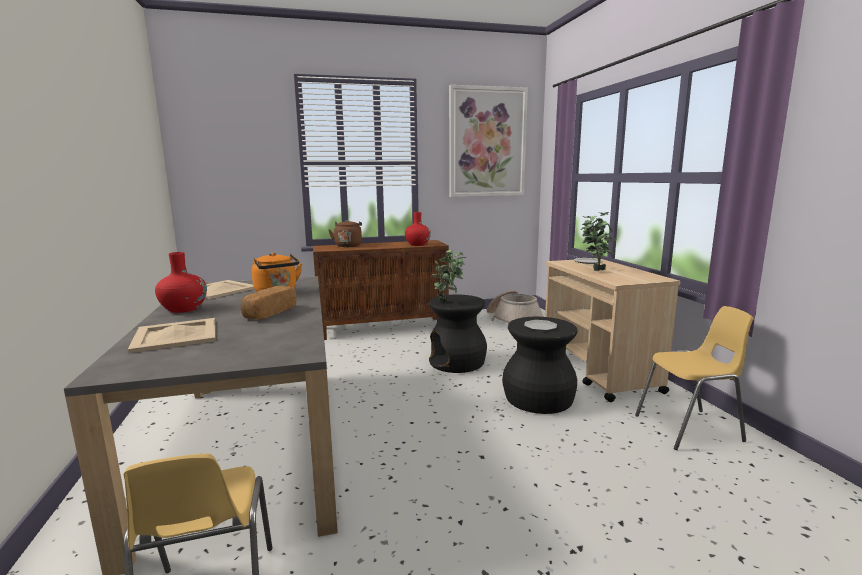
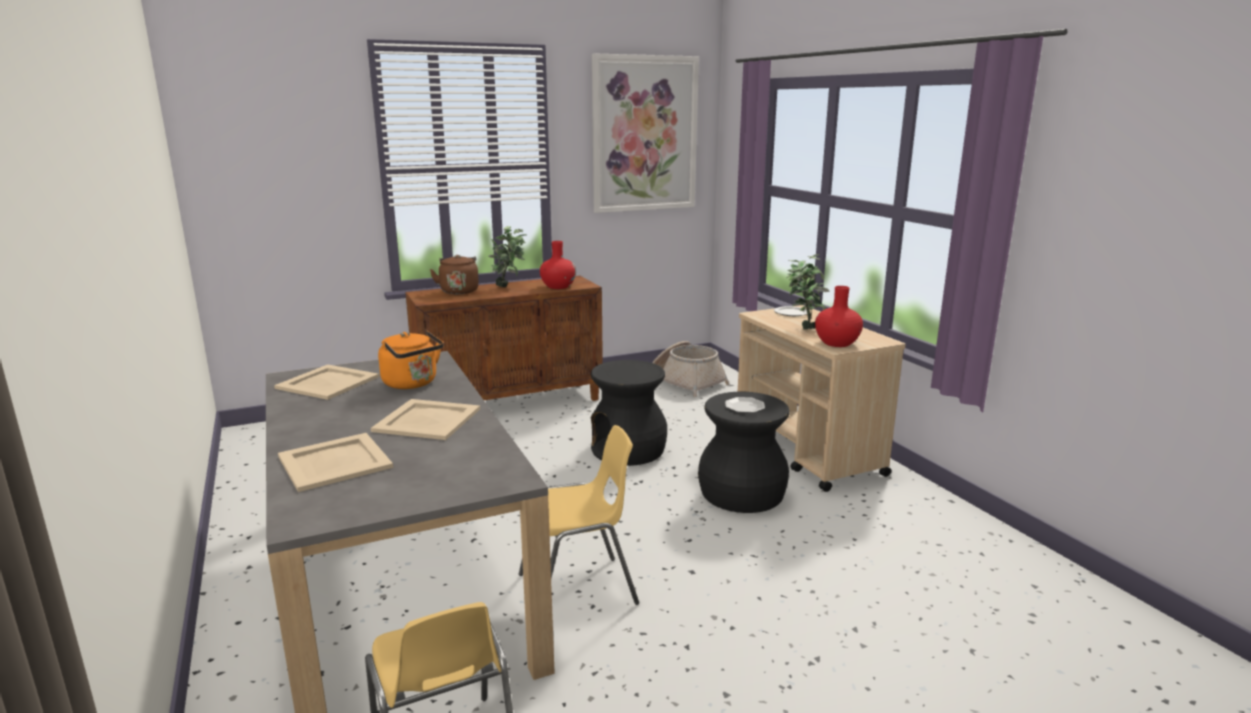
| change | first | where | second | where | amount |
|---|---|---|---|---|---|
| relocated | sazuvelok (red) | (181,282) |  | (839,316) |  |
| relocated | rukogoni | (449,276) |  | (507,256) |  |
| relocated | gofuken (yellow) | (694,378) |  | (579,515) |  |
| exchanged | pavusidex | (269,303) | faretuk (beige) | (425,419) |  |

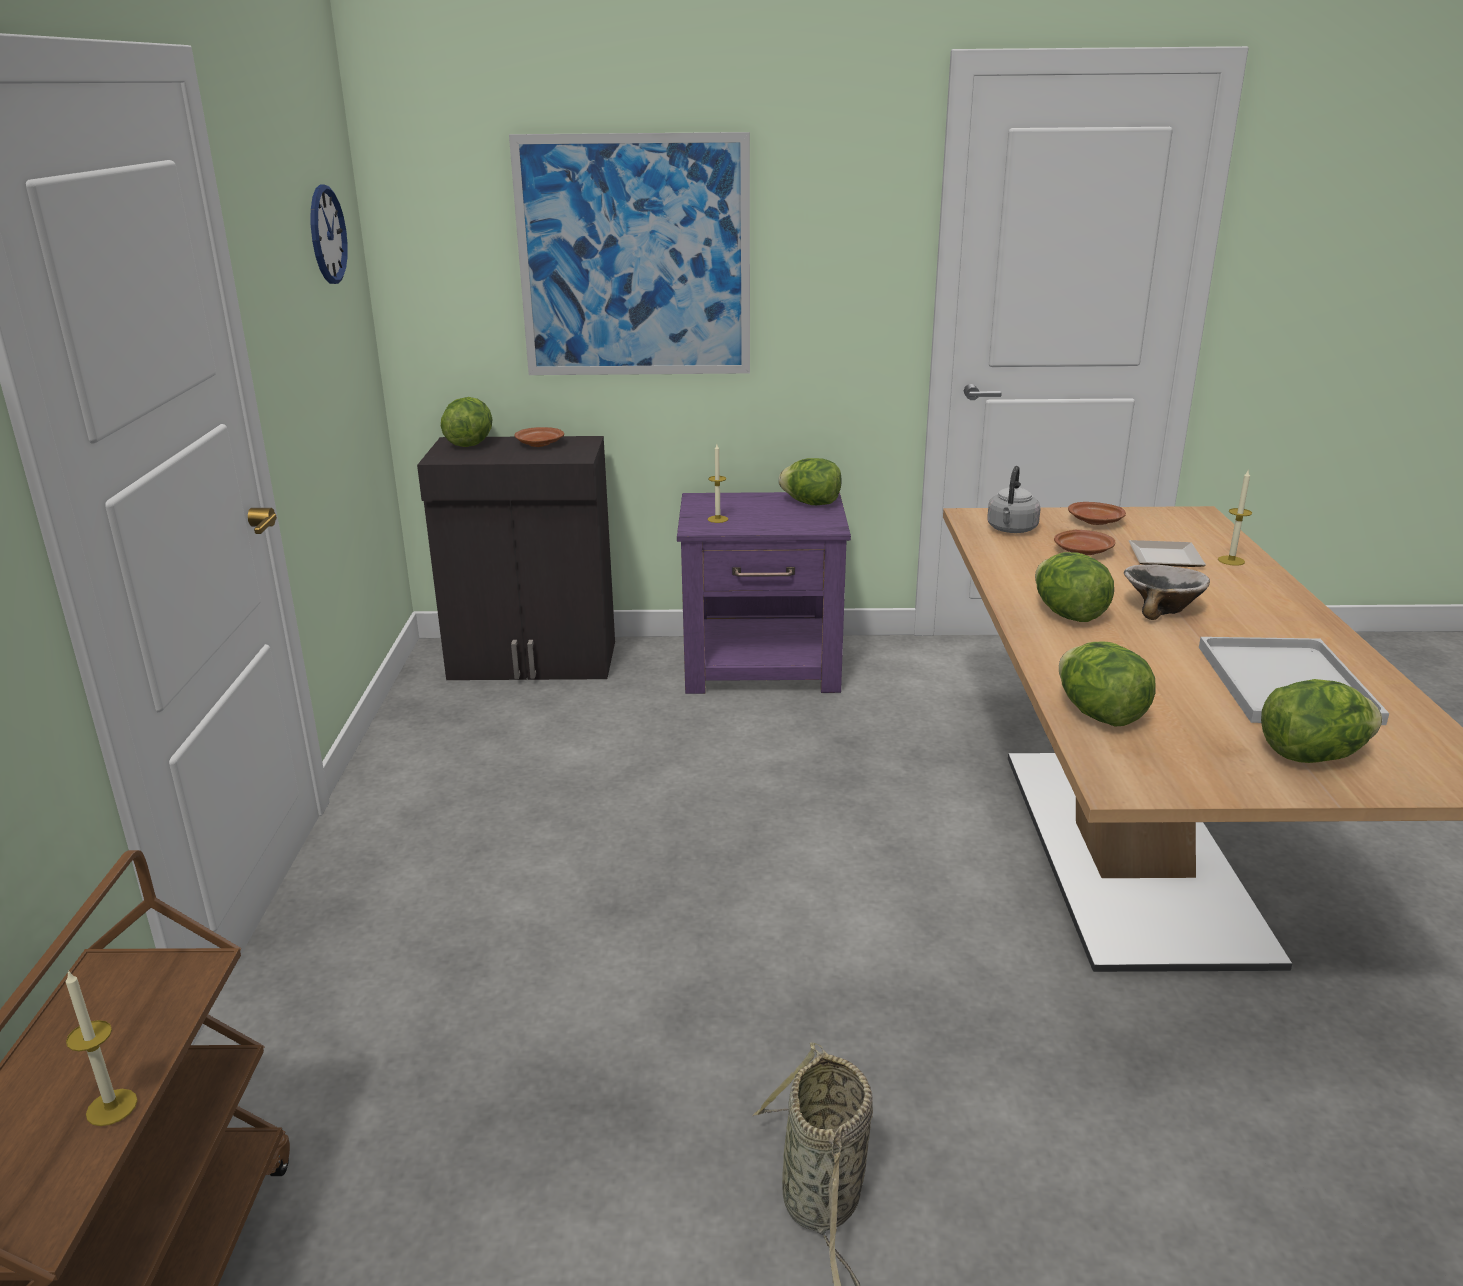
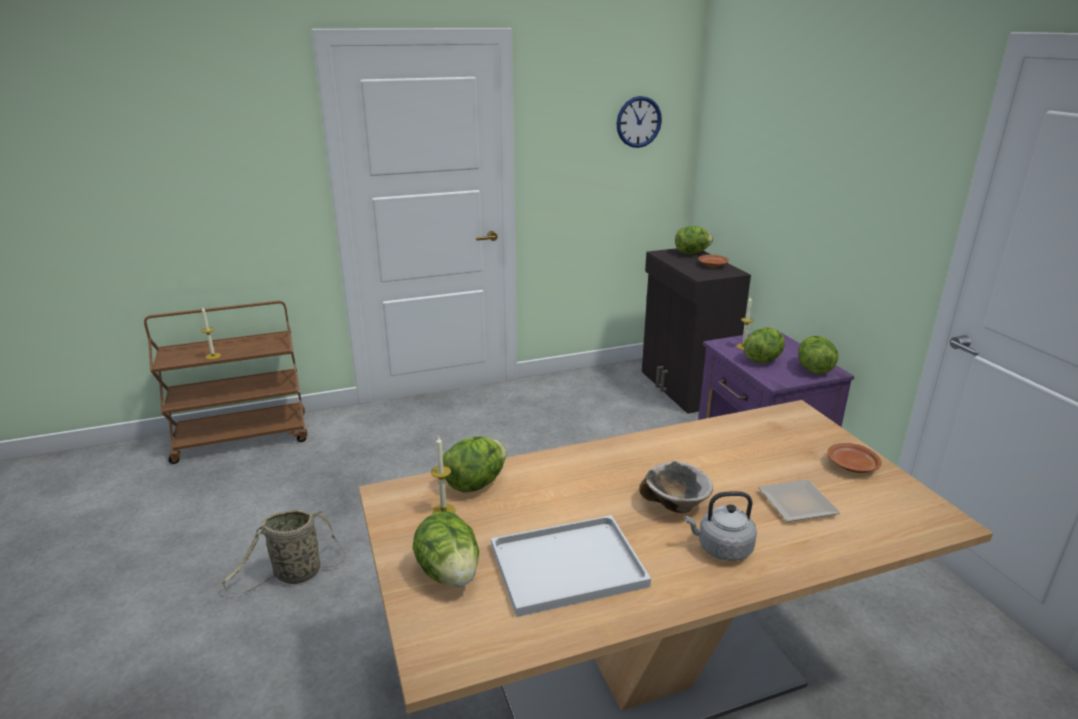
| change | first | where | second | where | amount |
|---|---|---|---|---|---|
| missing | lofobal | (629,253) |  |  |  |
| missing | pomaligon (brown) | (1084,542) |  |  |  |
| relocated | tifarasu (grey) | (1014,499) |  | (721,526) |  |
| relocated | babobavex | (1074,587) |  | (764,345) |  |
| relocated | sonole | (1235,518) |  | (443,475) |  |

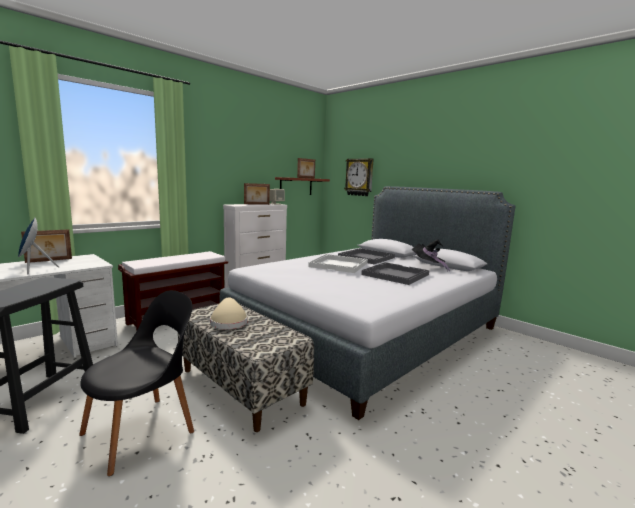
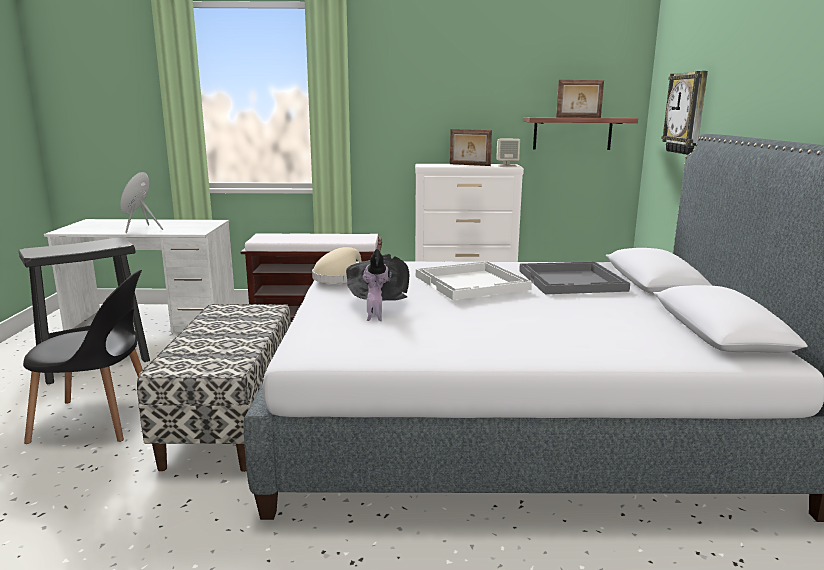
| change | first | where | second | where | amount |
|---|---|---|---|---|---|
| missing | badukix | (46,246) |  |  |  |
| missing | faretuk (grey) | (395,273) |  |  |  |
| relocated | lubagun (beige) | (229,313) |  | (337,265) |  |
| relocated | lubagun (black) | (431,255) |  | (377,285) |  |

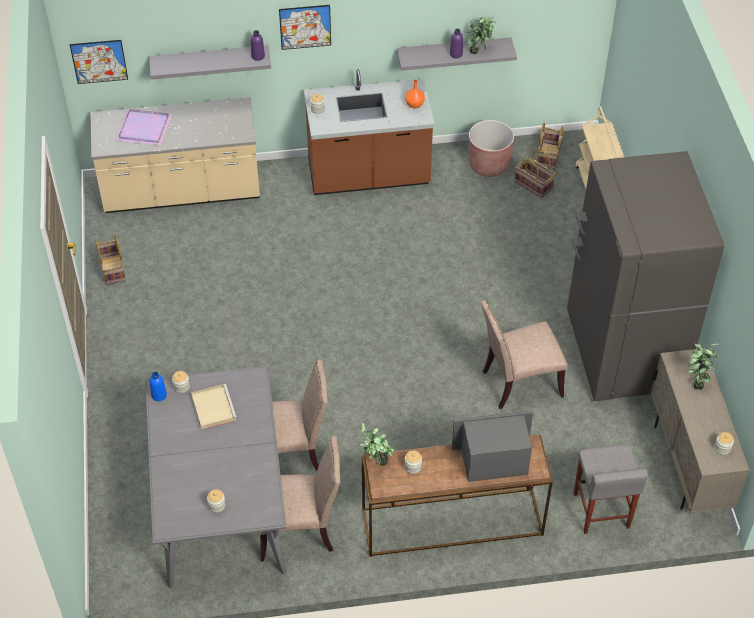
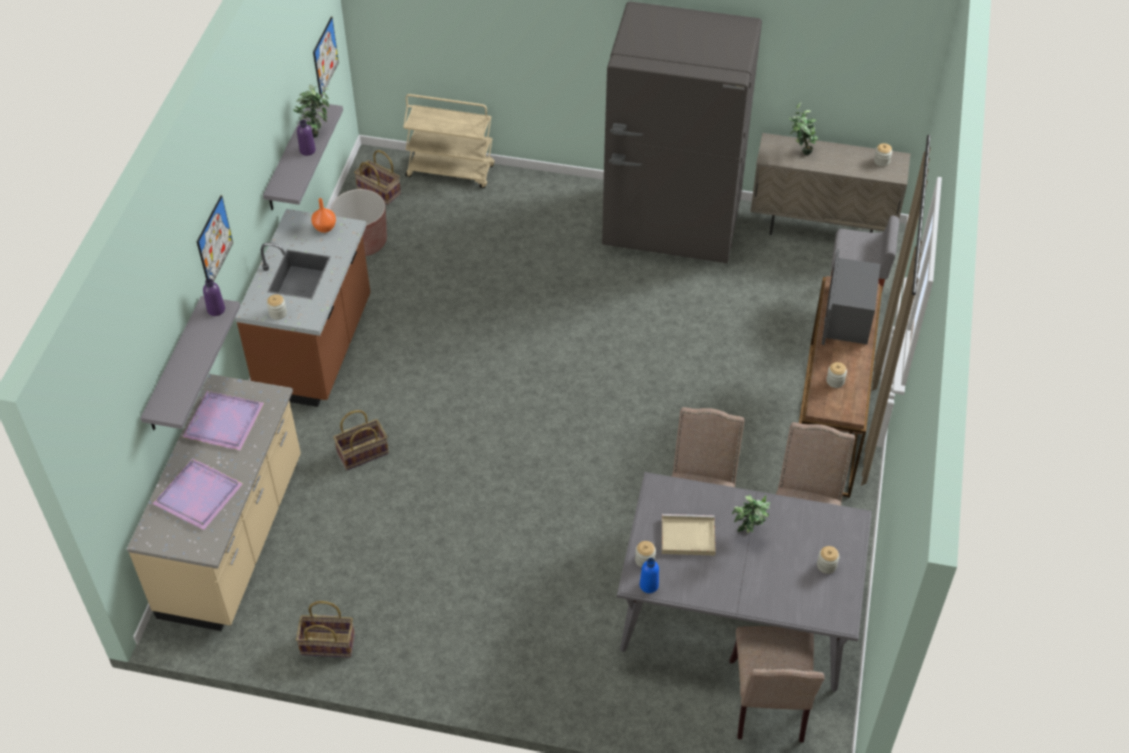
| change | first | where | second | where | amount |
|---|---|---|---|---|---|
| appeared |  |  | faretuk (purple) | (223,421) |  |
| relocated | lofobal | (99,62) |  | (326,57) |  |
| relocated | rukogoni | (377,444) |  | (751,514) |  |
| relocated | gofuken (beige) | (524,354) |  | (776,684) |  |
| relocated | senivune | (534,173) |  | (361,440) |  |

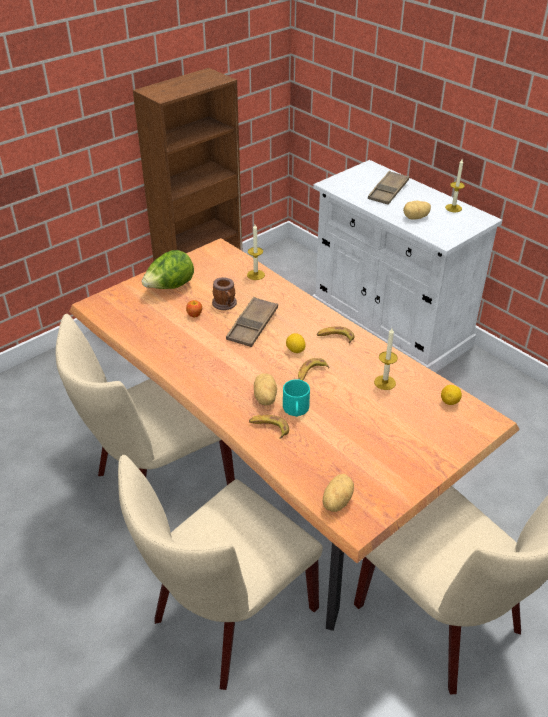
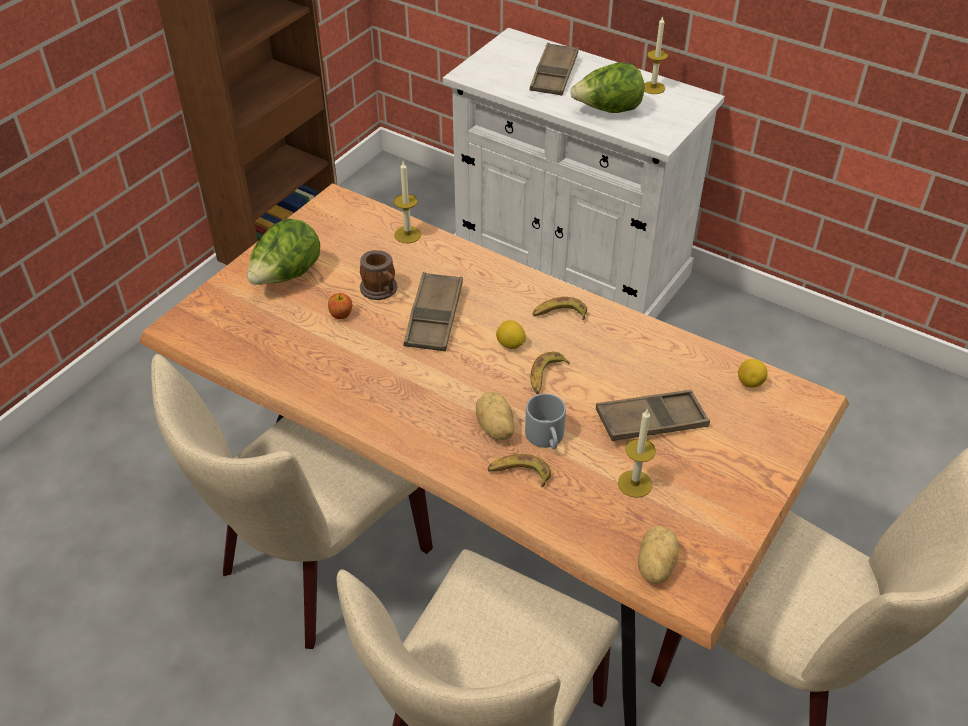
| change | first | where | second | where | amount |
|---|---|---|---|---|---|
| appeared |  |  | faretuk (brown) | (653,415) |  |
| relocated | sonole | (386,359) |  | (637,454) |  |
| exchanged | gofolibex | (417,210) | babobavex | (607,87) |  |
| colour | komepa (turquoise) | (296,398) | komepa (grey) | (545,421) |  |

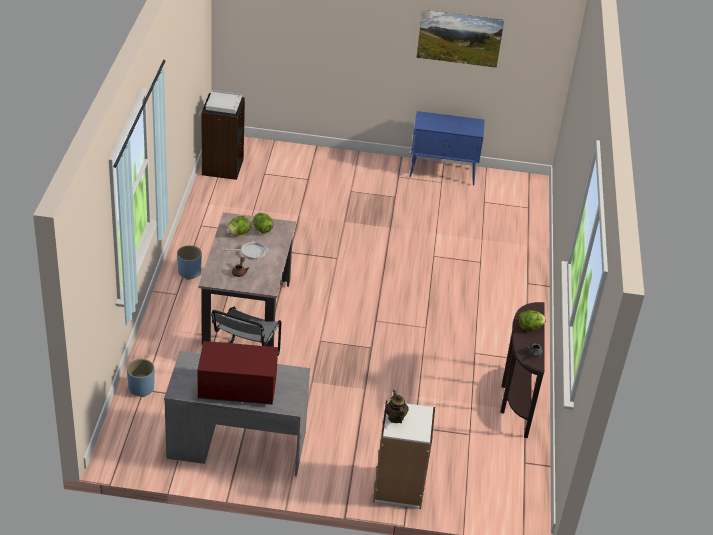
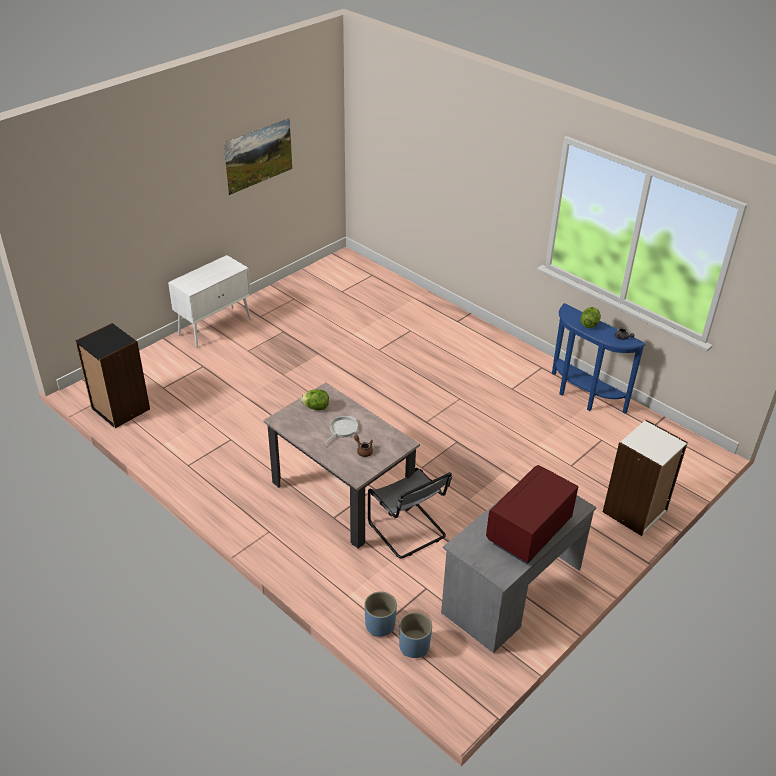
| change | first | where | second | where | amount |
|---|---|---|---|---|---|
| missing | faretuk (white) | (224,102) |  |  |  |
| missing | babobavex | (238,226) |  |  |  |
| missing | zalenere | (397,406) |  |  |  |
| missing | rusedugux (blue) | (447,148) |  |  |  |
| appeared |  |  | rusedugux (white) | (209,301) |  |
| relocated | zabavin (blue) | (189,262) |  | (415,635) |  |
| colour | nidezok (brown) | (522,370) | nidezok (blue) | (599,358) |  |

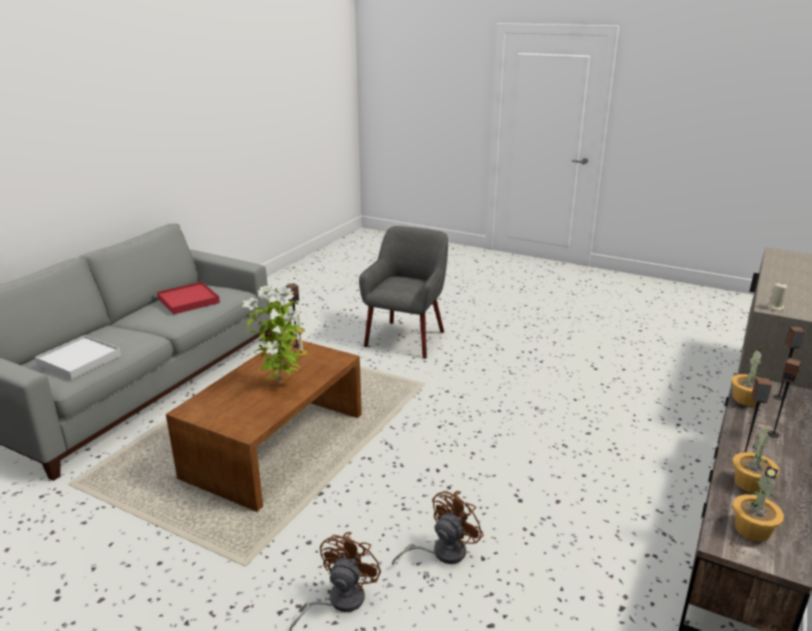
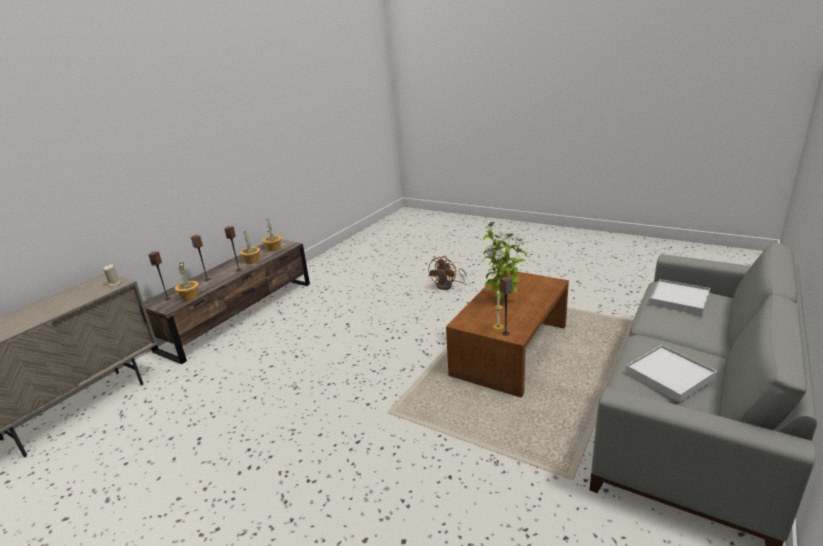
| change | first | where | second | where | amount |
|---|---|---|---|---|---|
| missing | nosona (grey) | (403,292) |  |  |  |
| missing | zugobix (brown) | (438,528) |  |  |  |
| colour | faretuk (red) | (188,298) | faretuk (white) | (671,373) |  |

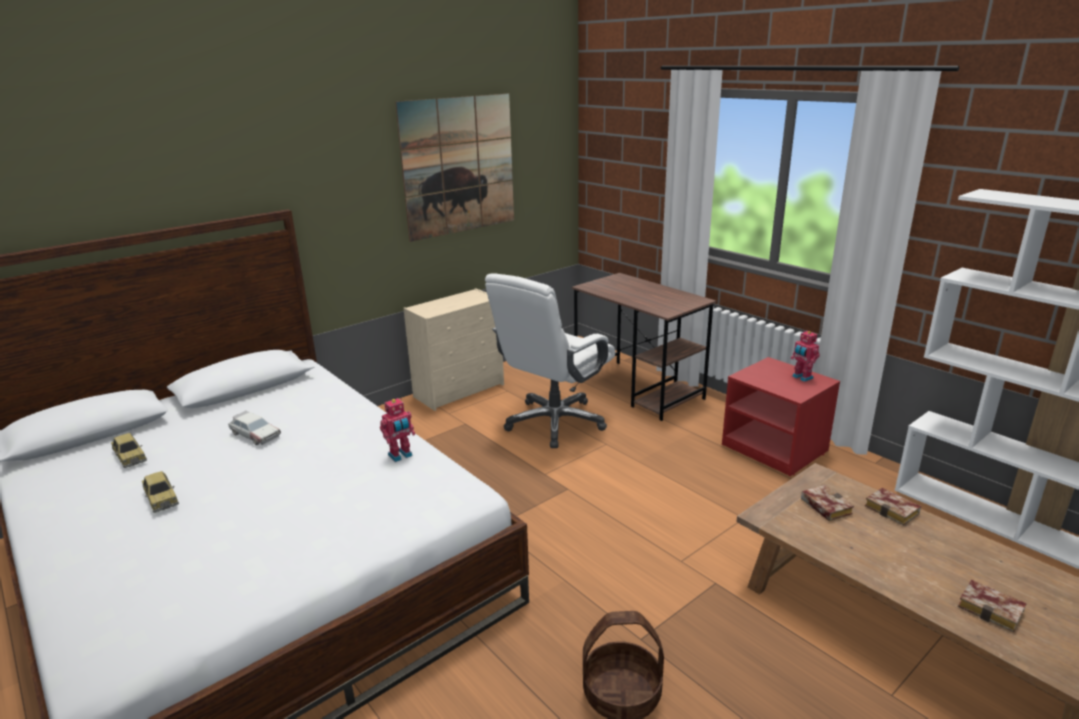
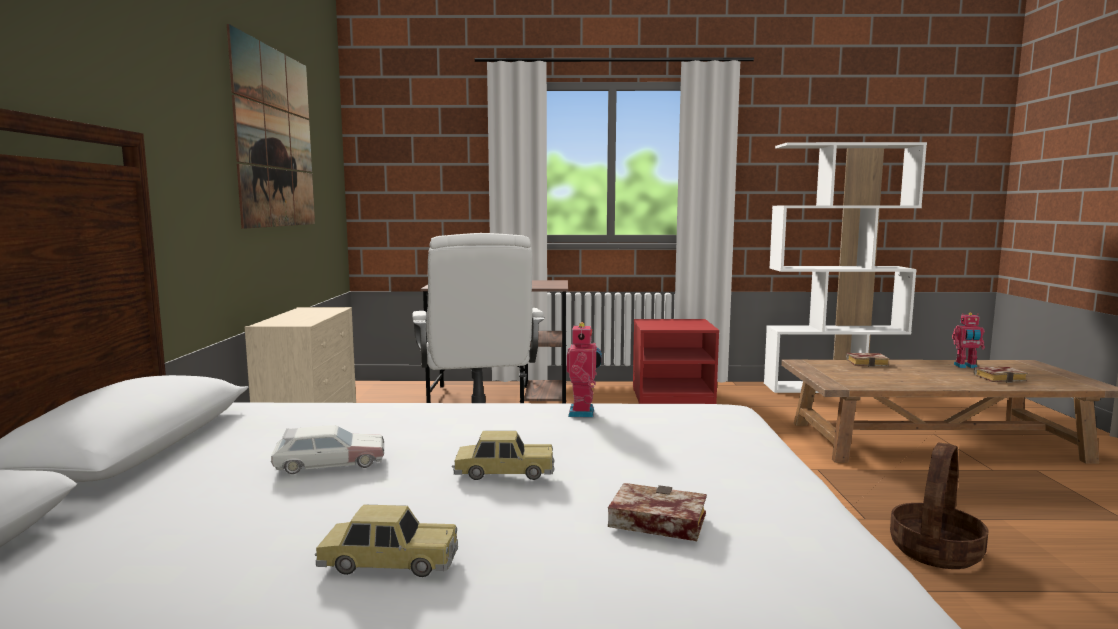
| change | first | where | second | where | amount |
|---|---|---|---|---|---|
| relocated | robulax | (129,450) |  | (503,455) |  |
| relocated | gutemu | (805,356) |  | (968,340) |  |
| relocated | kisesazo | (827,503) |  | (657,512) |  |

